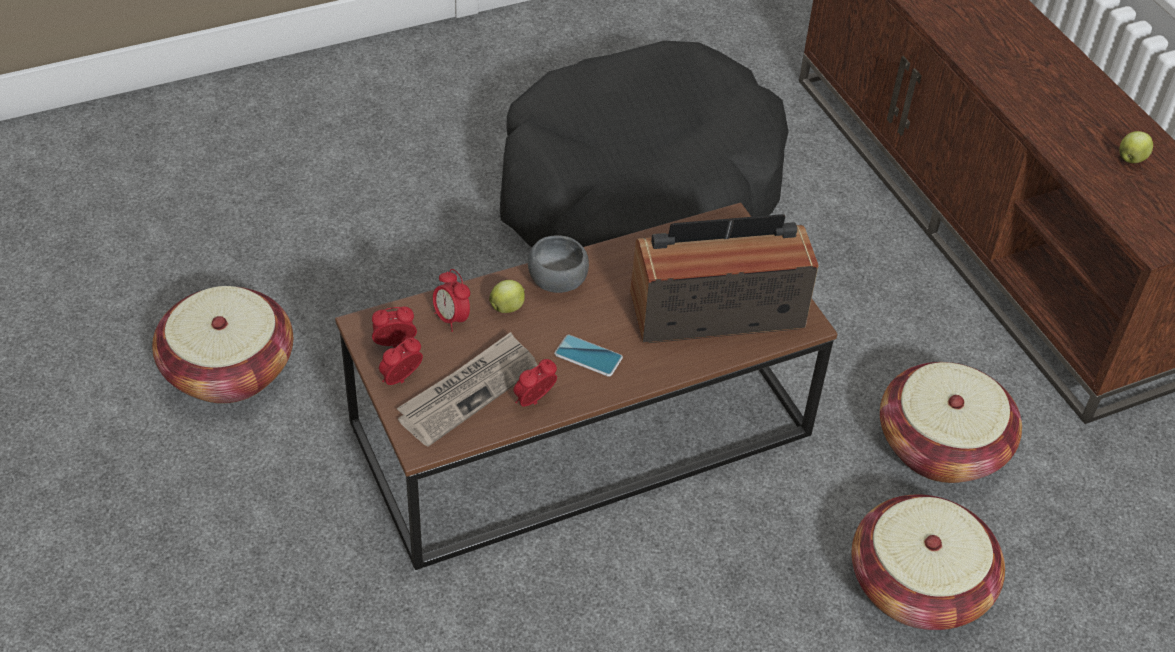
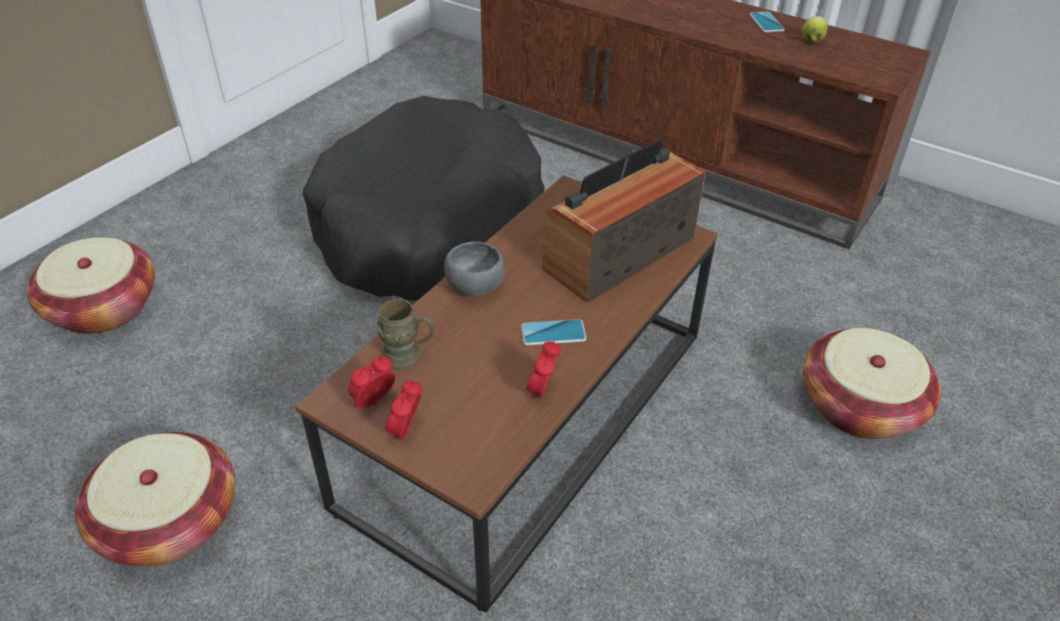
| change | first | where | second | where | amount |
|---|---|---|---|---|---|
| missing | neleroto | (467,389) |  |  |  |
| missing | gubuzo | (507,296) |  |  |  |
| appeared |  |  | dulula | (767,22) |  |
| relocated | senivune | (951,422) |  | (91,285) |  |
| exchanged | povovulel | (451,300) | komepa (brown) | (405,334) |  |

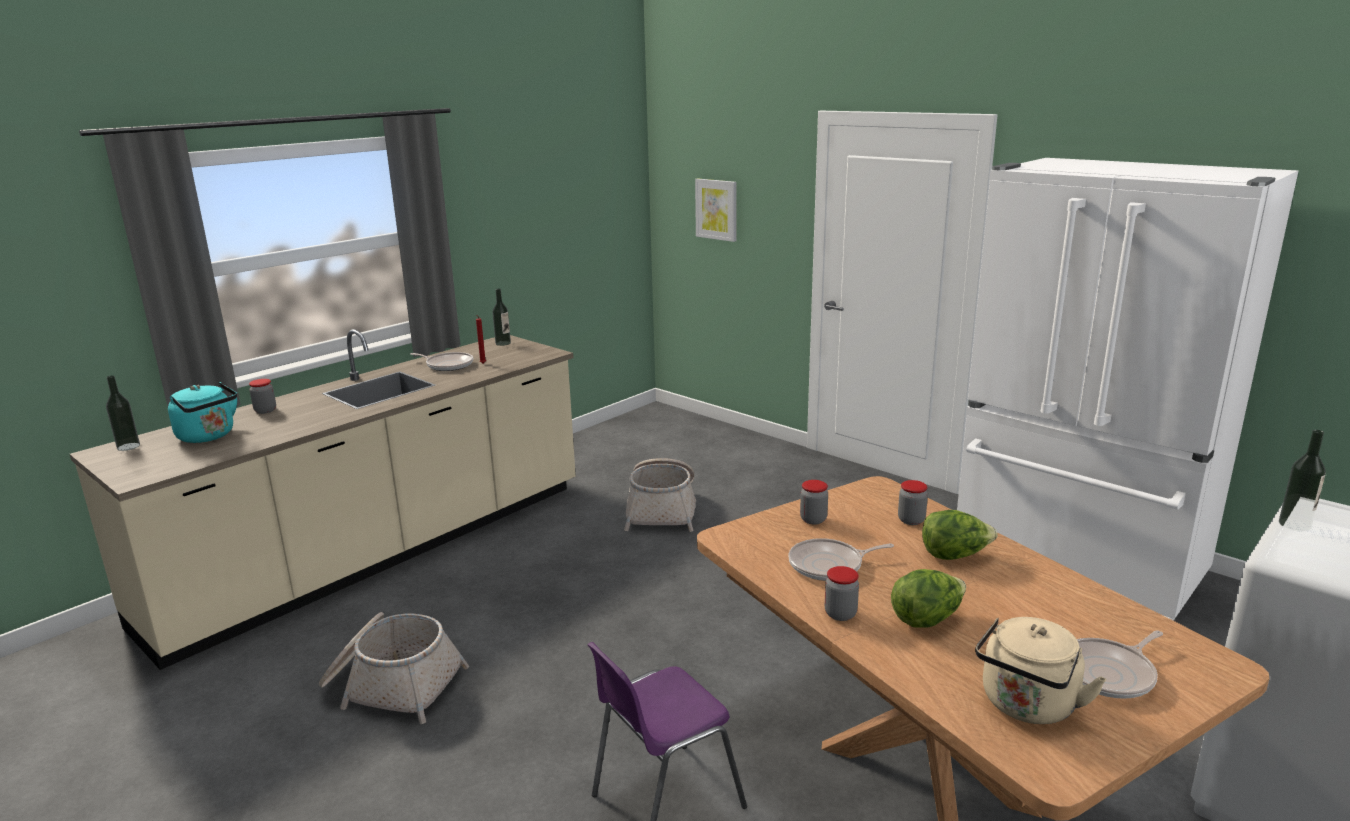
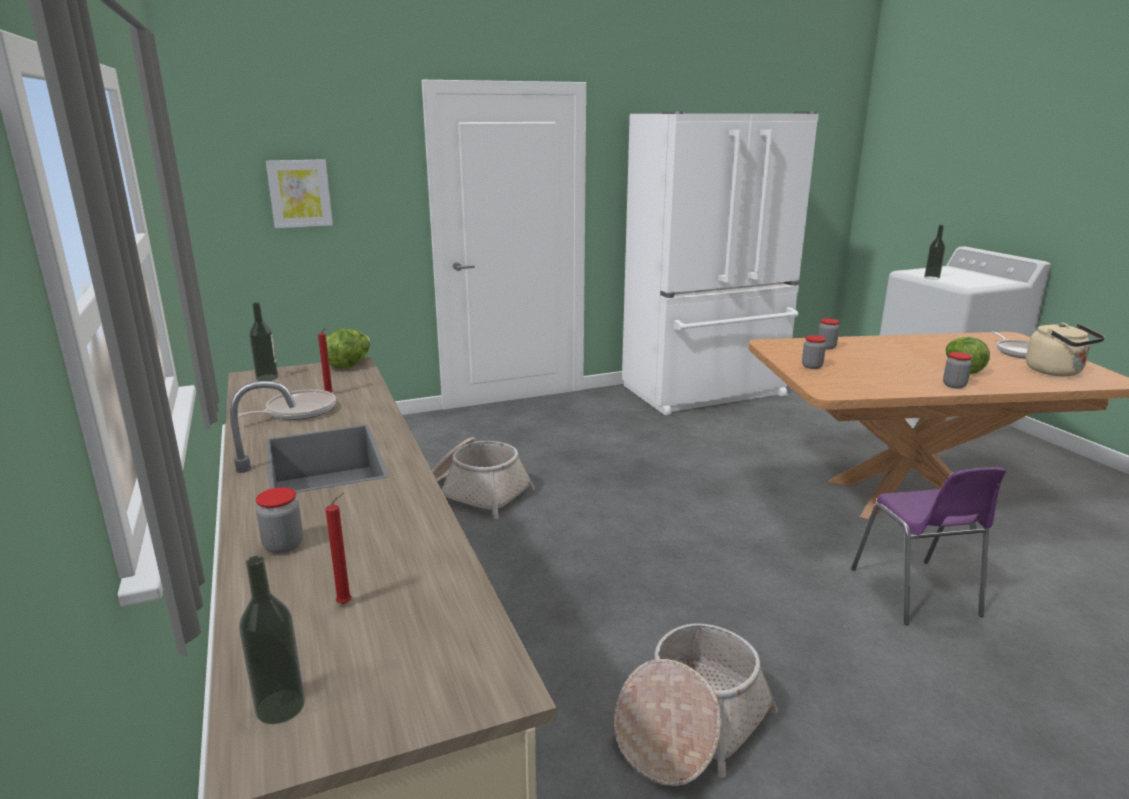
| change | first | where | second | where | amount |
|---|---|---|---|---|---|
| missing | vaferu | (841,559) |  |  |  |
| relocated | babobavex | (960,535) |  | (348,349) |  |
| exchanged | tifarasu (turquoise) | (202,412) | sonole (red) | (339,548) |  |

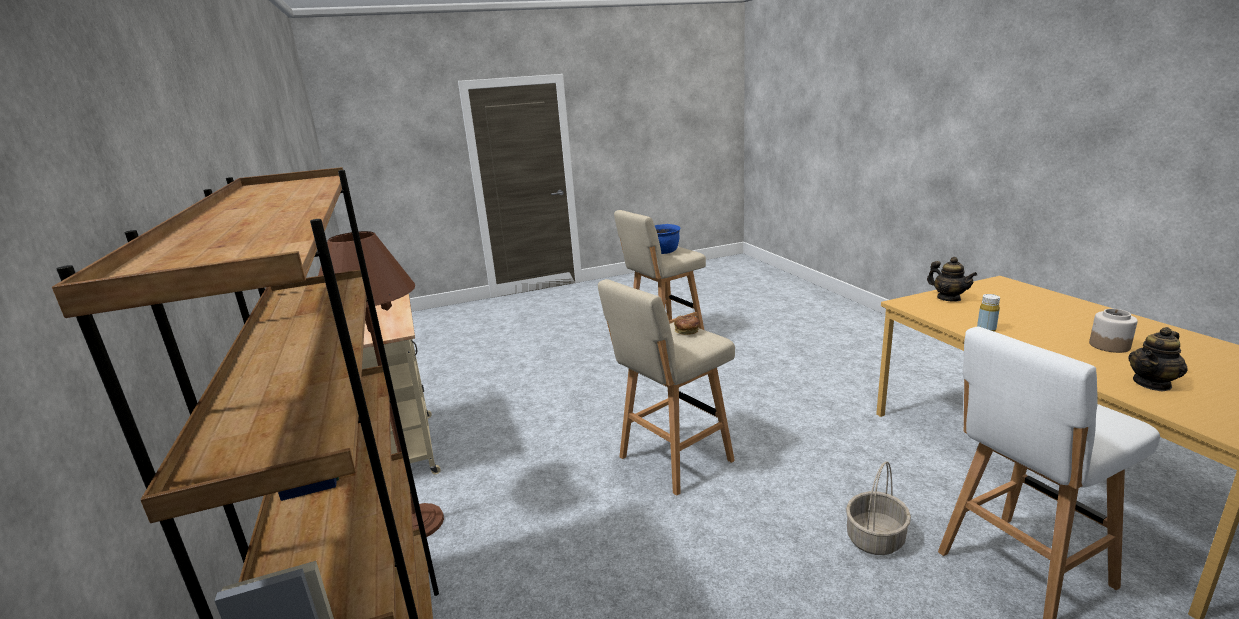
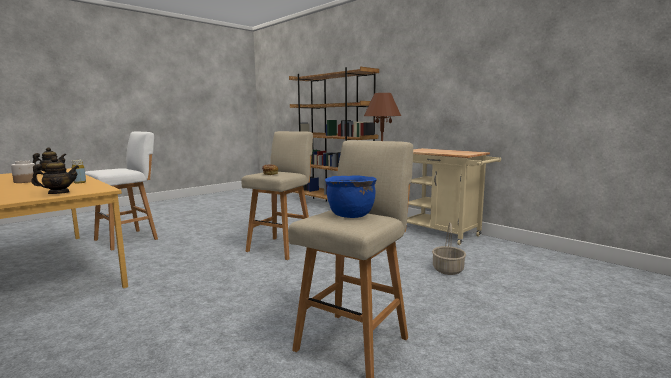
| change | first | where | second | where | amount |
|---|---|---|---|---|---|
| relocated | senivune | (878,508) |  | (449,249) |  |
| spun | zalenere | (952,279) |  | (55,175) | 120 degrees clockwise |

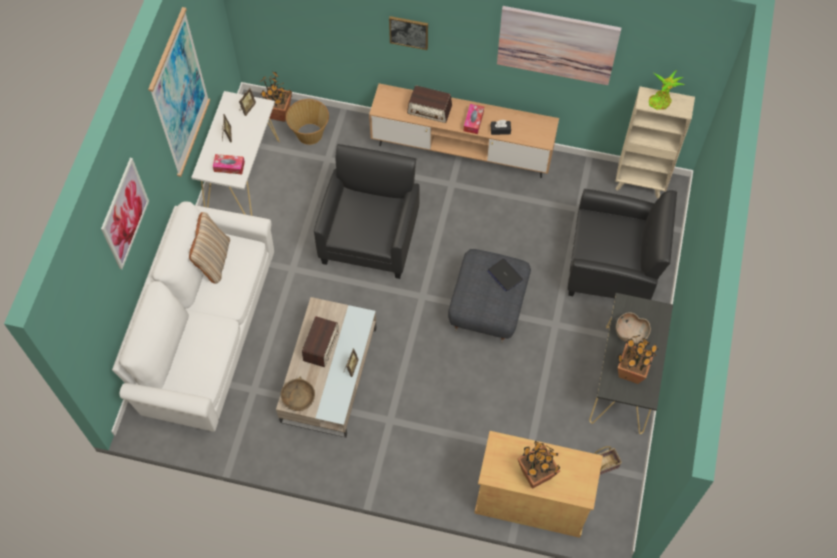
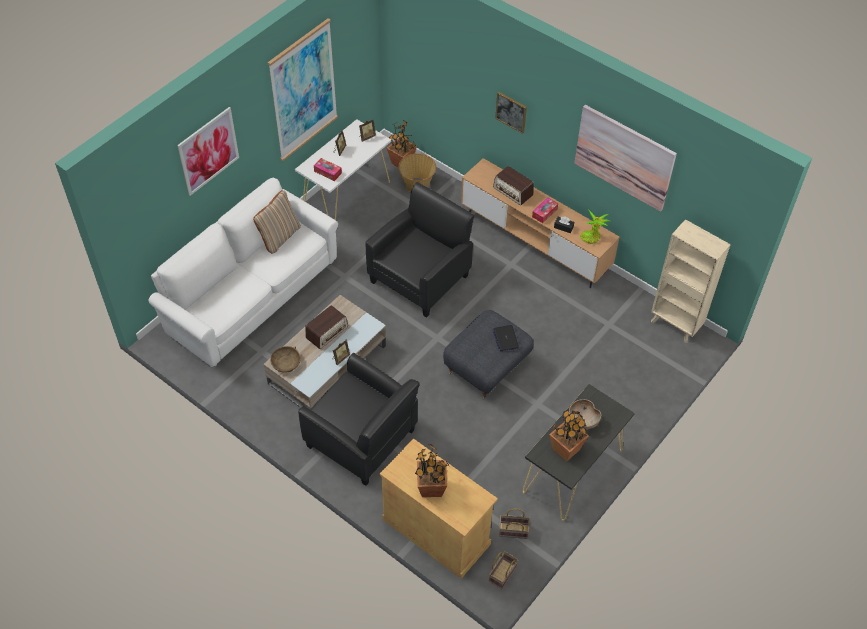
| change | first | where | second | where | amount |
|---|---|---|---|---|---|
| appeared |  |  | senivune | (503,570) |  |
| relocated | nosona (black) | (622,244) |  | (359,419) |  |
| relocated | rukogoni | (666,90) |  | (595,226) |  |

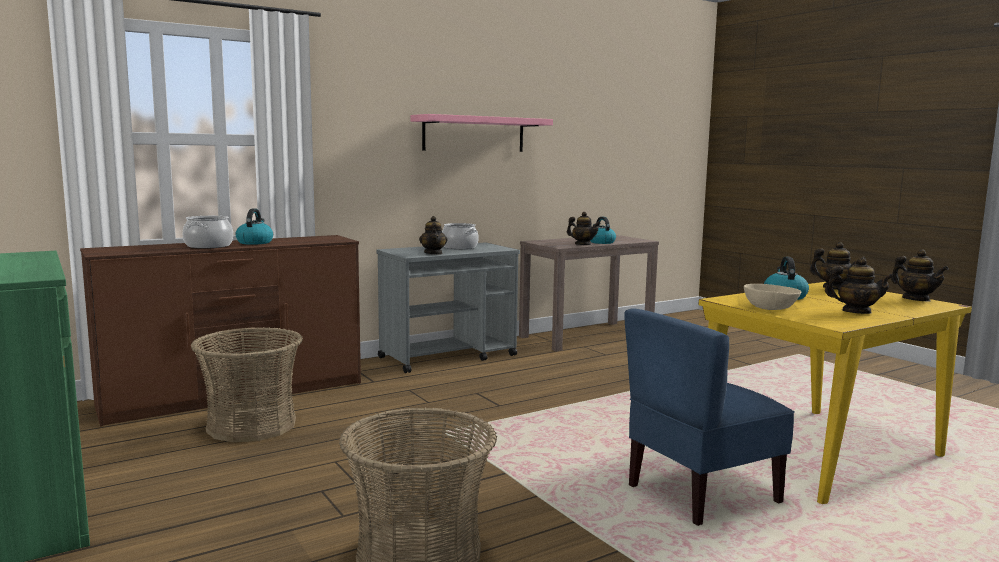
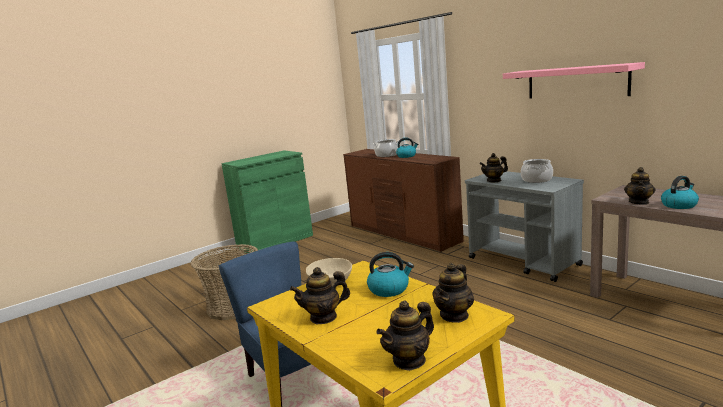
| change | first | where | second | where | amount |
|---|---|---|---|---|---|
| missing | senivune | (247,384) |  |  |  |
| spun | zalenere | (859,285) |  | (320,295) | 60 degrees clockwise |

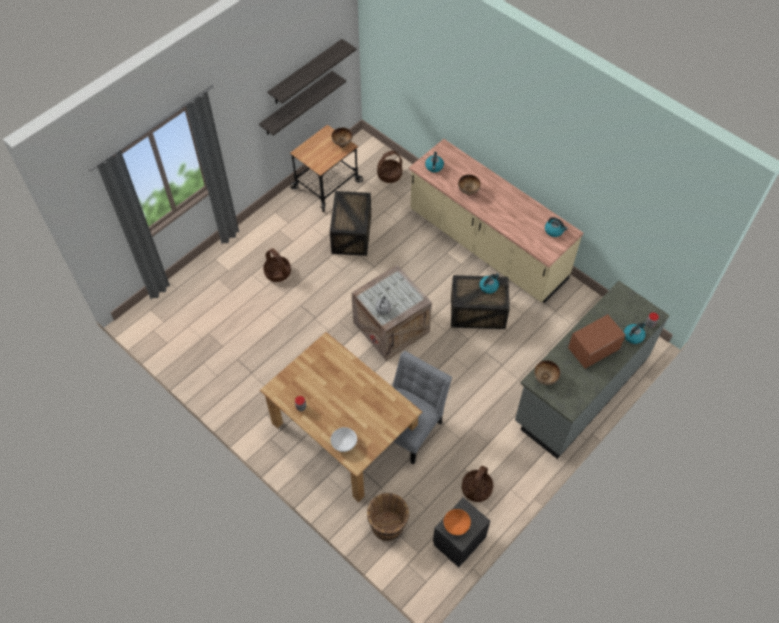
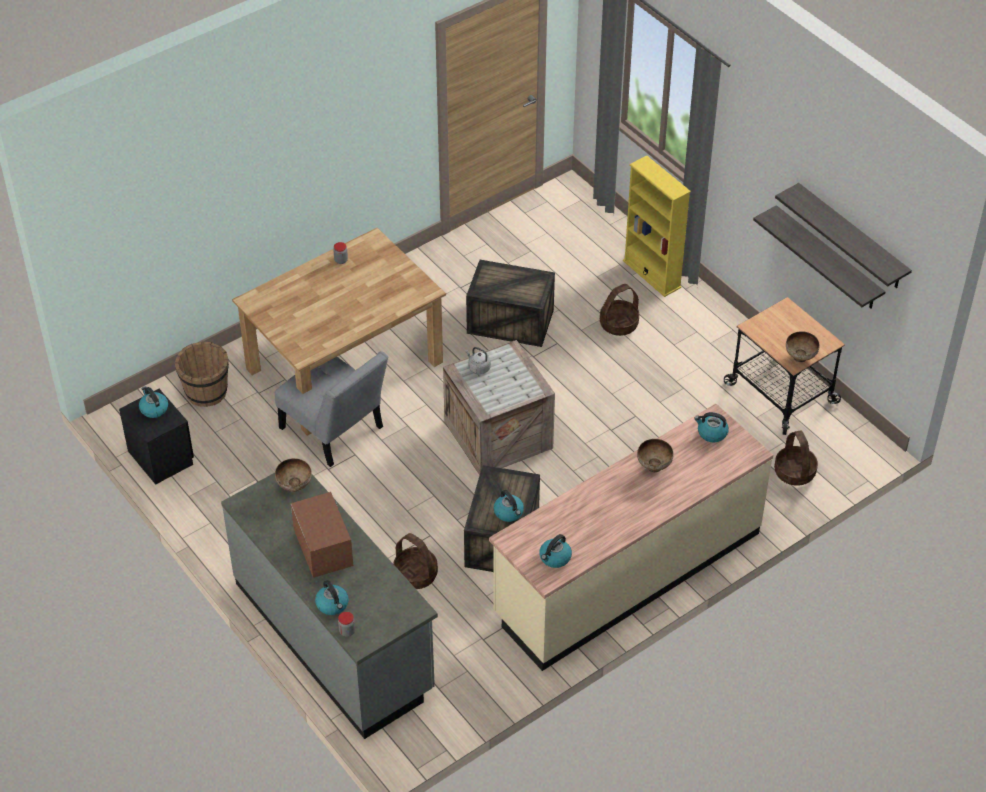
| change | first | where | second | where | amount |
|---|---|---|---|---|---|
| missing | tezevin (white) | (344,439) |  |  |  |
| appeared |  |  | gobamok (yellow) | (657,226) |  |
| relocated | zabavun | (350,223) |  | (510,303) |  |
| relocated | senivune | (477,484) |  | (415,561) |  |
| exchanged | tezevin (orange) | (457,522) | tifarasu | (153,402) |  |

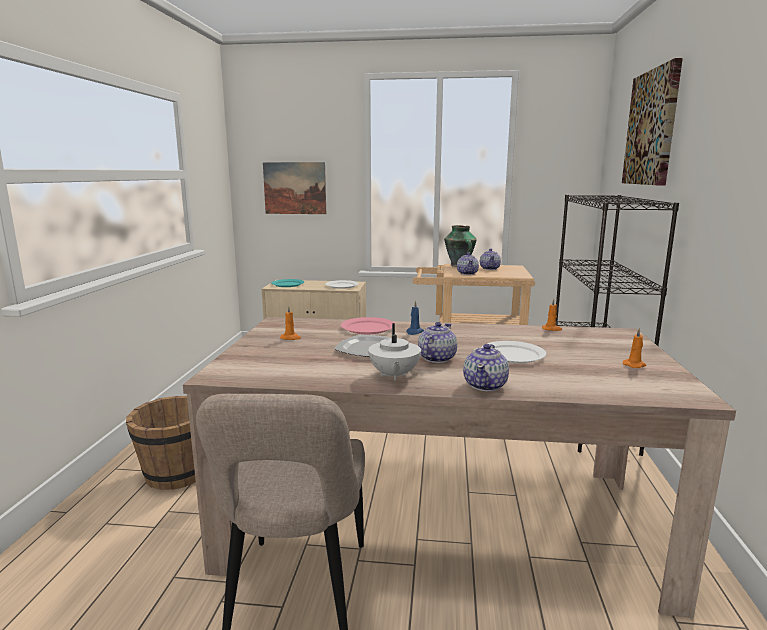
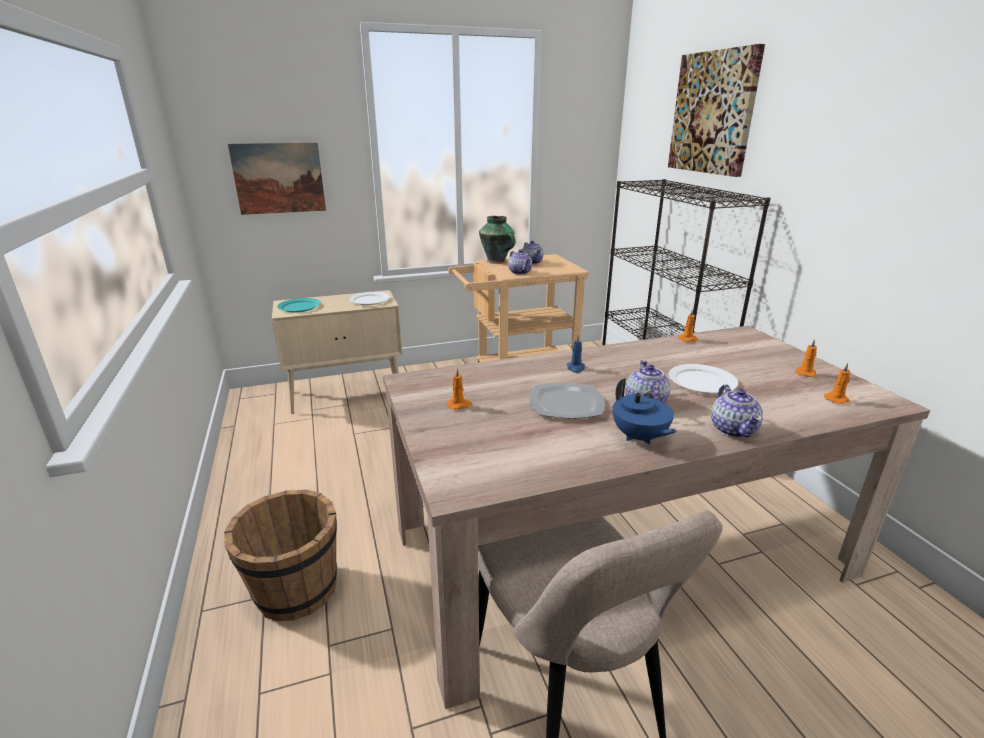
| change | first | where | second | where | amount |
|---|---|---|---|---|---|
| missing | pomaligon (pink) | (367,325) |  |  |  |
| appeared |  |  | sonole (orange) | (837,383) |  |
| colour | zalenere (white) | (394,352) | zalenere (blue) | (644,411) |  |

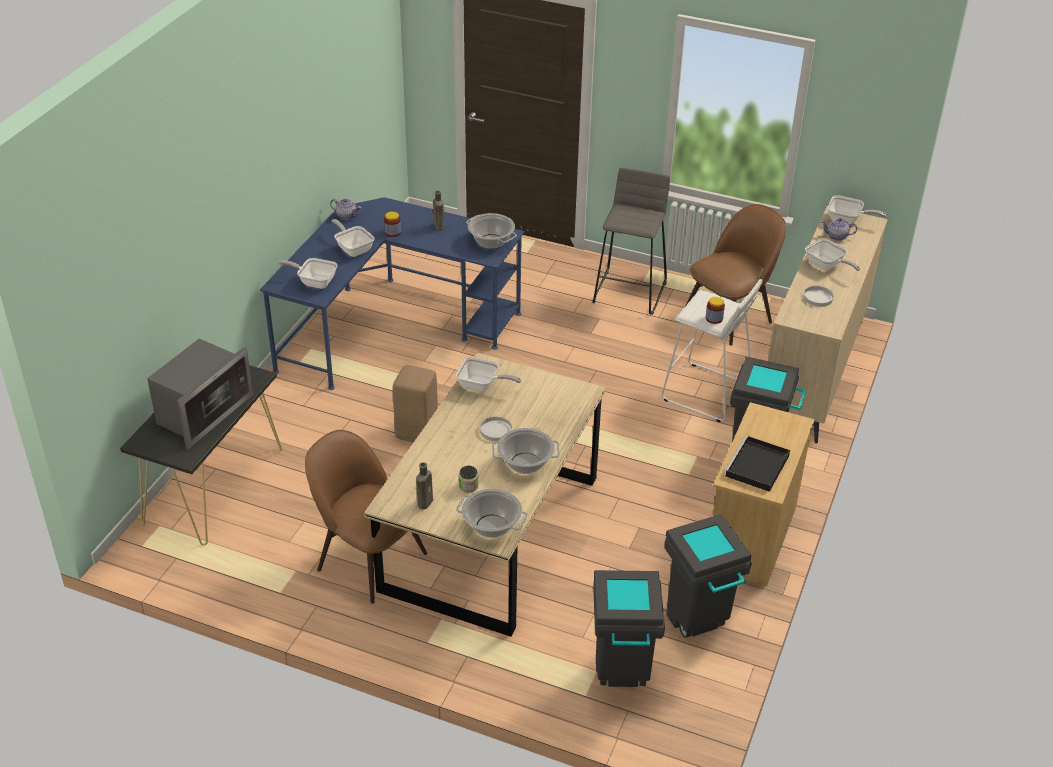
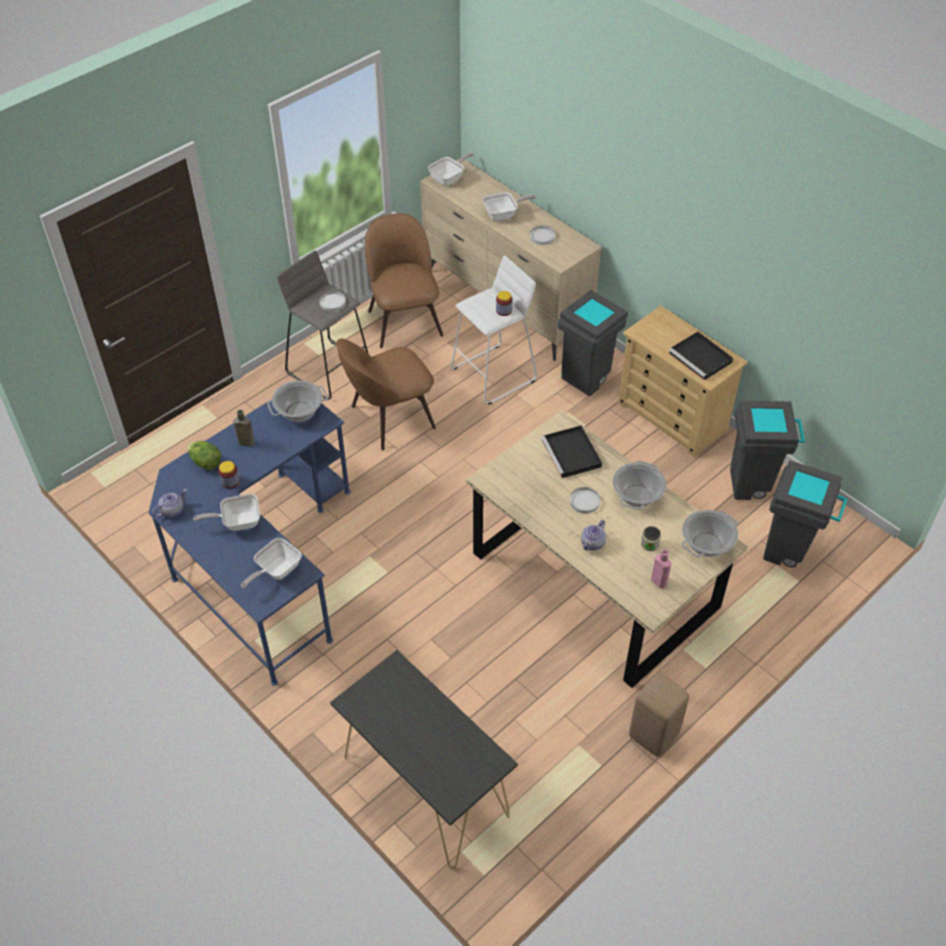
| change | first | where | second | where | amount |
|---|---|---|---|---|---|
| missing | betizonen | (200,394) |  |  |  |
| missing | vaferu | (488,374) |  |  |  |
| appeared |  |  | babobavex | (204,455) |  |
| appeared |  |  | pomaligon (white) | (332,301) |  |
| appeared |  |  | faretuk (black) | (571,452) |  |
| relocated | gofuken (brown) | (366,517) |  | (386,395) |  |
| relocated | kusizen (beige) | (415,403) |  | (659,714) |  |
| relocated | zalenere | (839,229) |  | (593,535) |  |
| colour | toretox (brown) | (424,485) | toretox (pink) | (661,568) |  |

